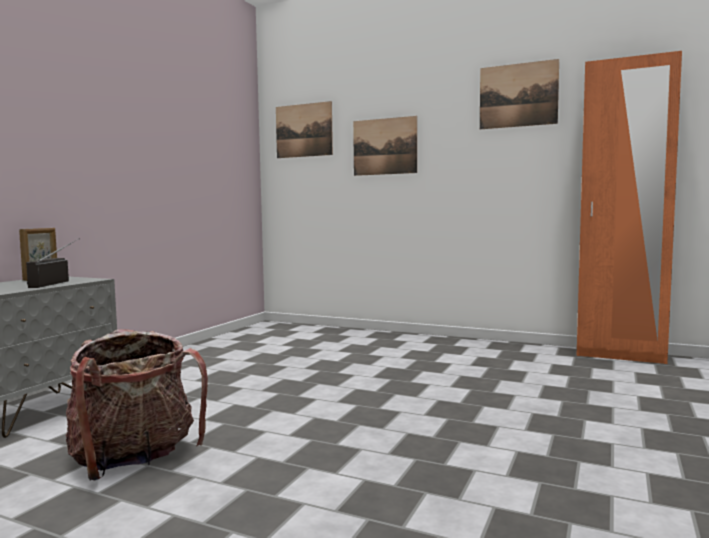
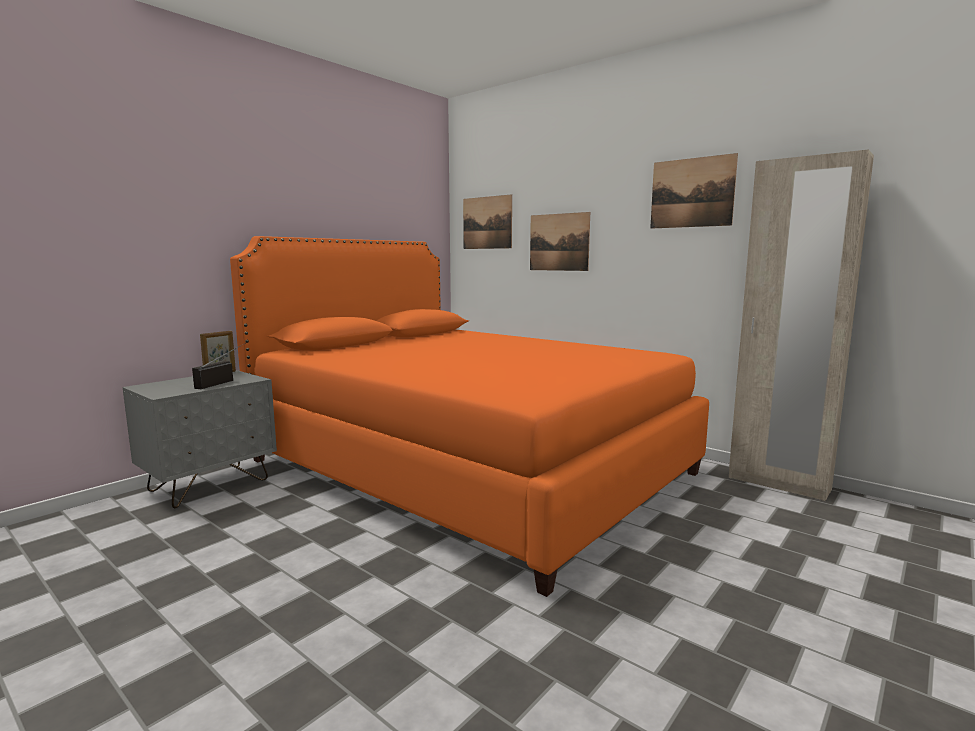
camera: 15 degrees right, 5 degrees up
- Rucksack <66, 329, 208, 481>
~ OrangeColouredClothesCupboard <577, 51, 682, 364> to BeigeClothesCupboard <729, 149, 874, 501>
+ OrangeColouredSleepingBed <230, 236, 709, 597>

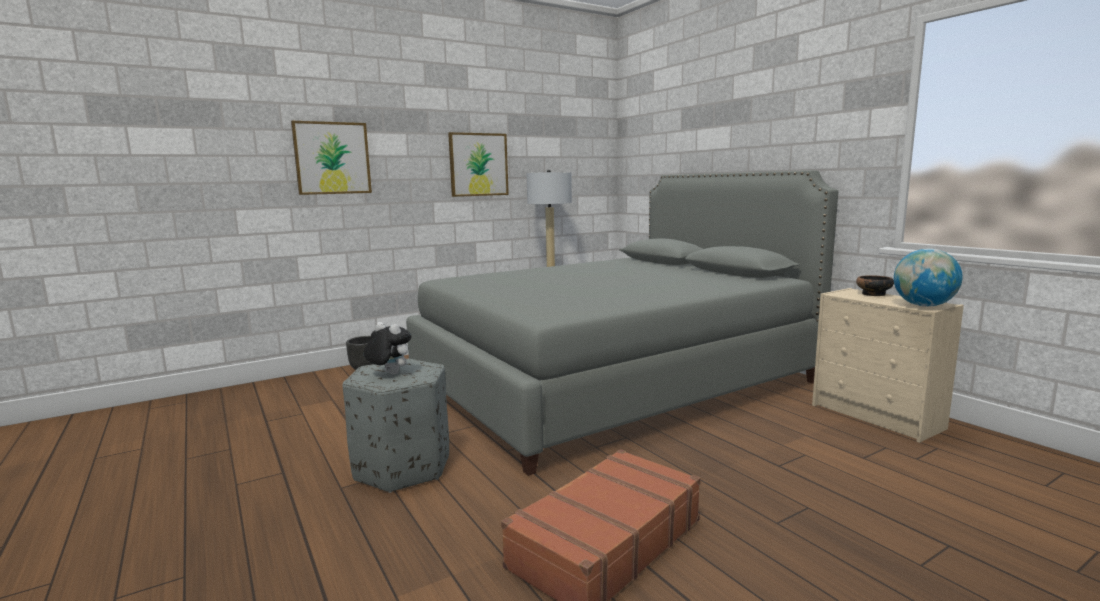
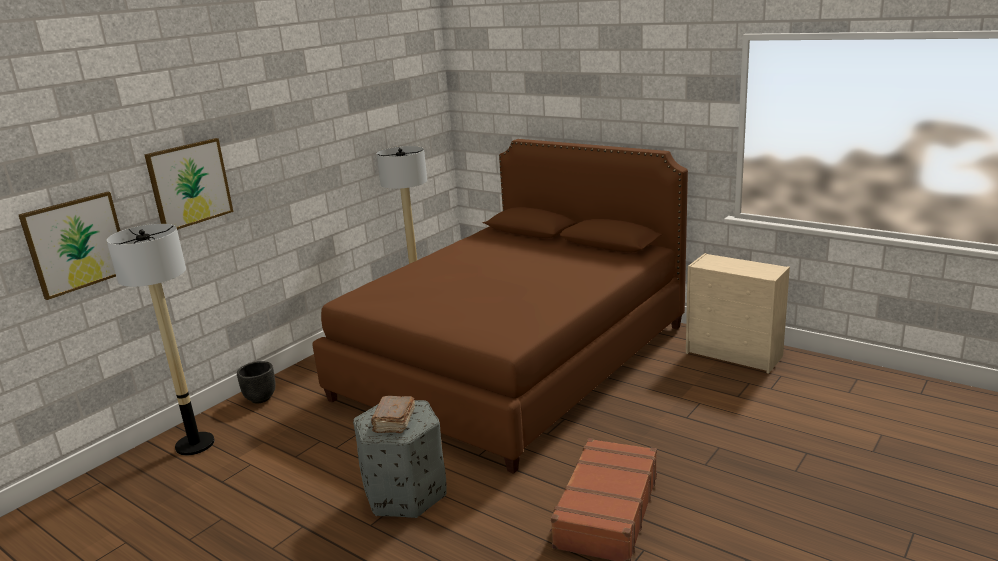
camera: 20 degrees left, 10 degrees up
~ CuddlyToy <364, 322, 412, 374> to BrownishBook <371, 396, 415, 433>
~ GreySleepingBed <406, 170, 838, 476> to BrownishSleepingBed <312, 139, 688, 474>
~ WallPicture <448, 132, 509, 197> to <19, 192, 120, 300>
- ServingBowl <856, 275, 894, 296>
- DeskGlobe <894, 249, 963, 307>
+ StandingLamp <107, 224, 215, 455>

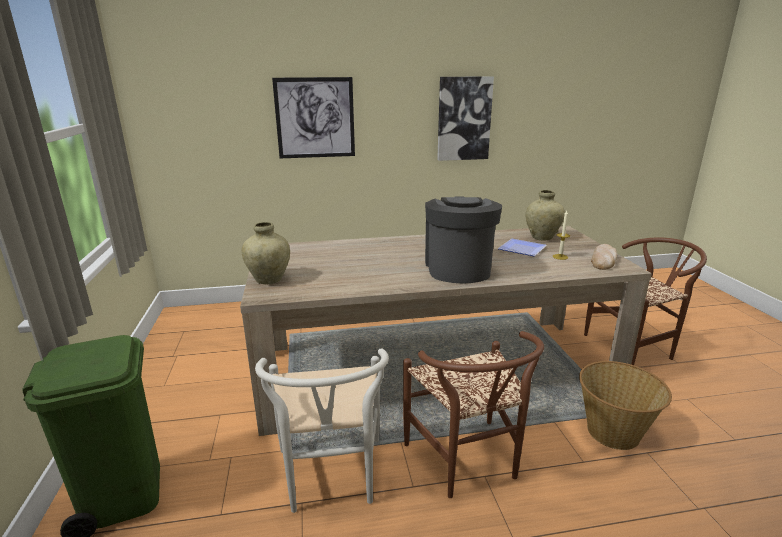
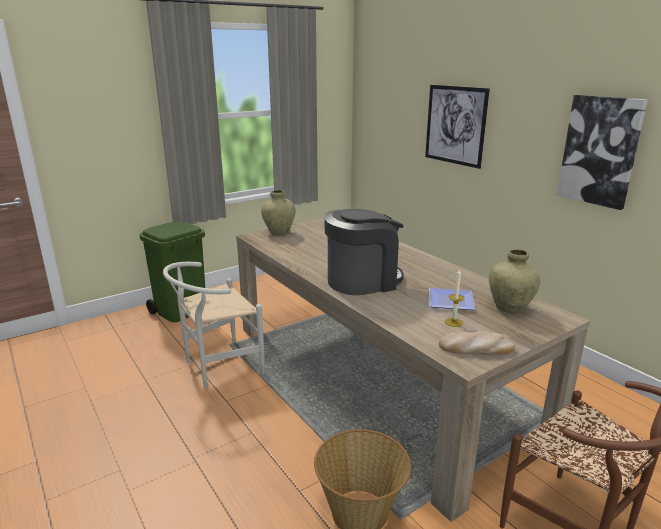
camera: 65 degrees right, 0 degrees up
- BrownishPlainChair <403, 331, 544, 498>

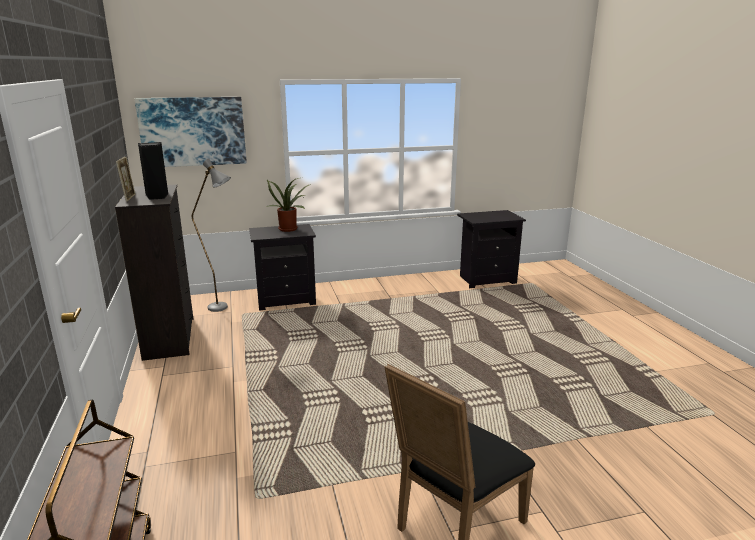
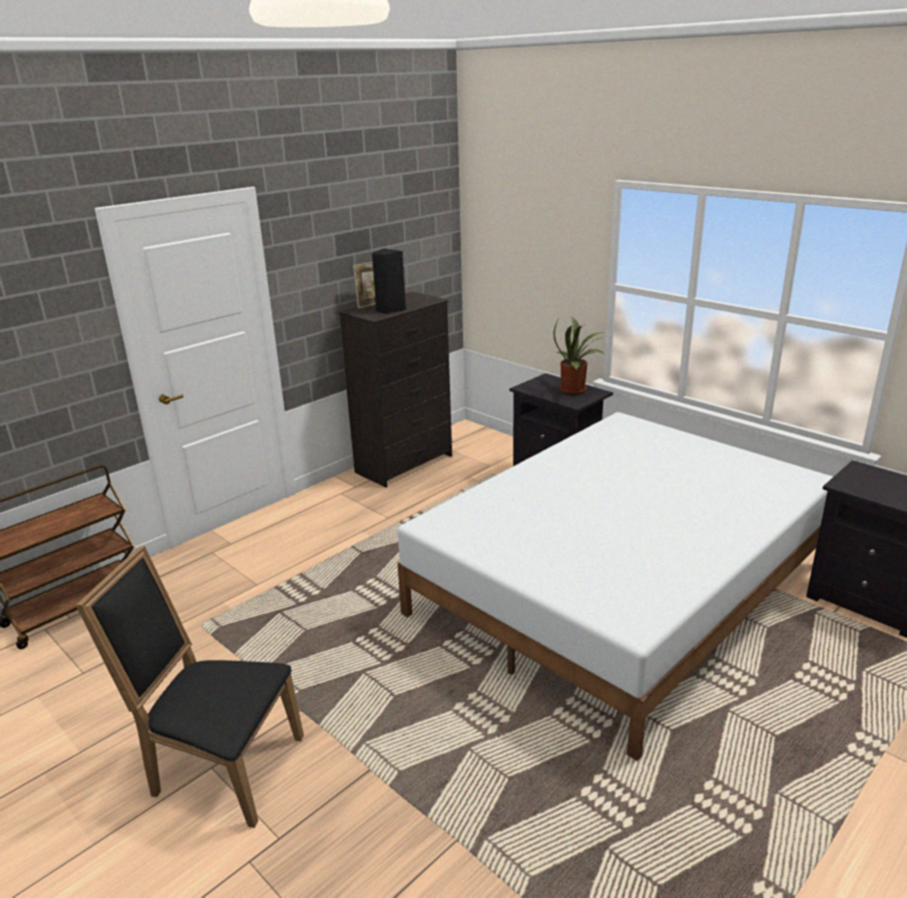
camera: 60 degrees right, 5 degrees up
- WallPicture <135, 97, 247, 167>
- GreyStandingLamp <192, 158, 231, 312>
+ WhitishSleepingBed <397, 412, 833, 761>

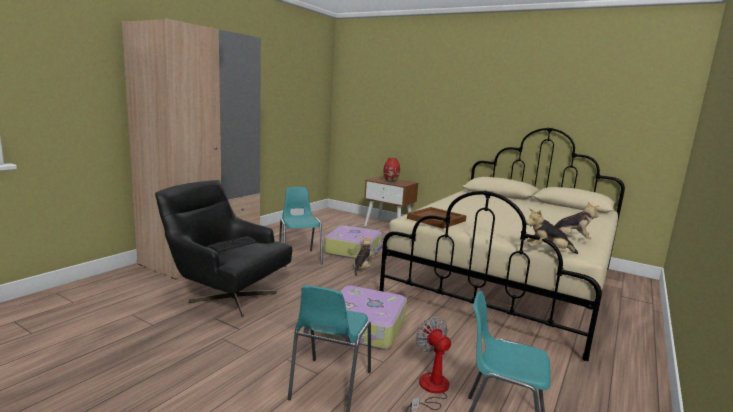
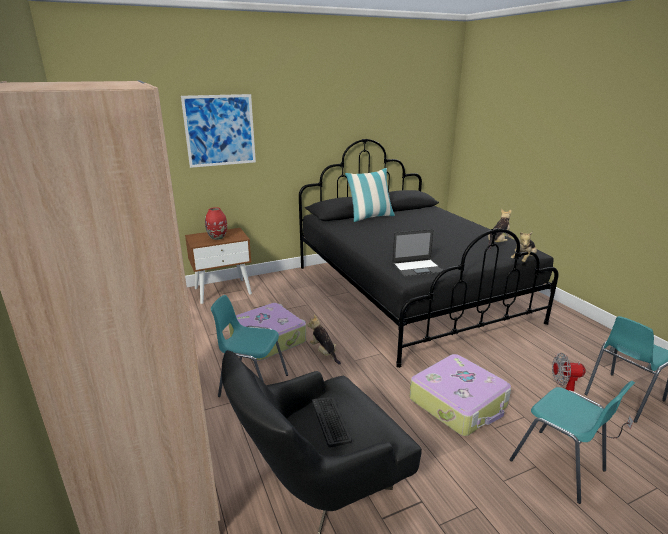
camera: 55 degrees left, 10 degrees up
~ BeigeSleepingBed <379, 127, 625, 361> to BlackColouredSleepingBed <299, 139, 559, 368>
~ BrownishCarryingTray <407, 207, 466, 229> to PortableComputer <392, 229, 443, 278>
+ WallPicture <181, 94, 256, 168>
+ Pillow <345, 168, 395, 222>

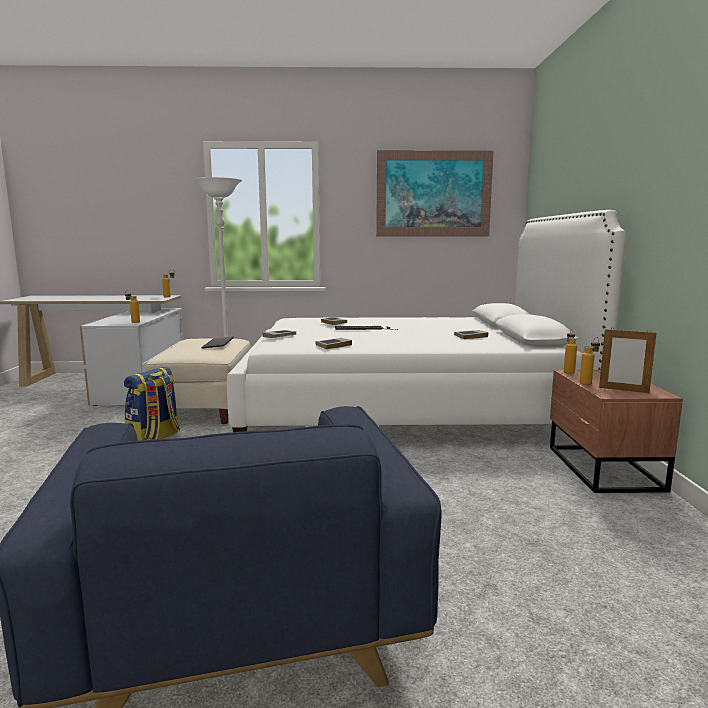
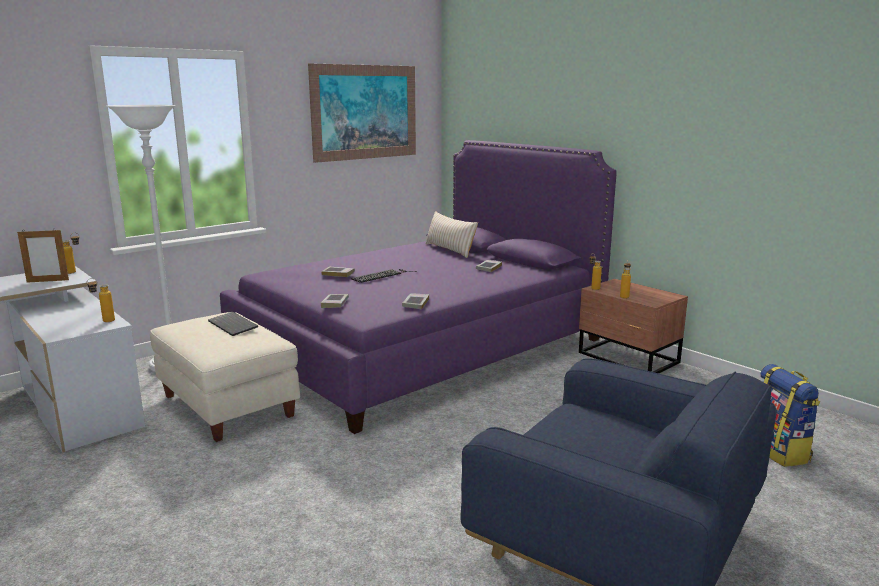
camera: 40 degrees left, 5 degrees up
~ Rucksack <124, 367, 180, 441> to <760, 364, 820, 467>
~ WhitishSleepingBed <227, 210, 627, 432> to PurplishSleepingBed <220, 140, 617, 434>
~ PhotoFrame <599, 328, 657, 393> to <17, 230, 69, 283>
+ BeigePillow <425, 211, 478, 258>

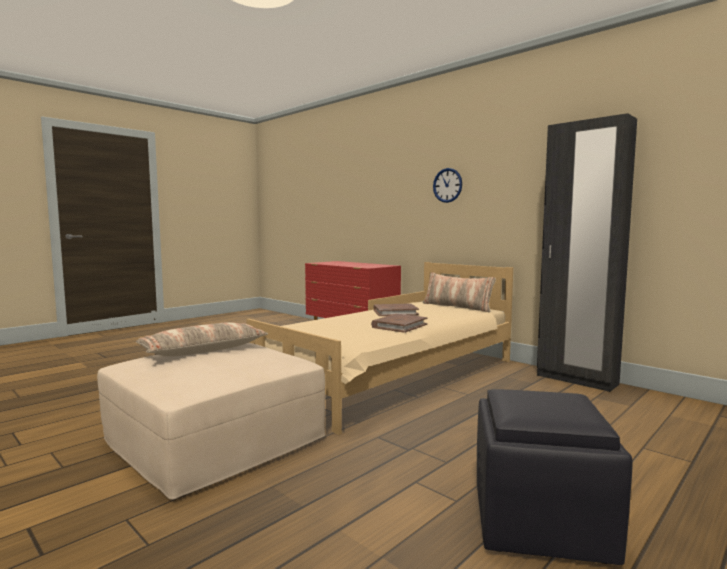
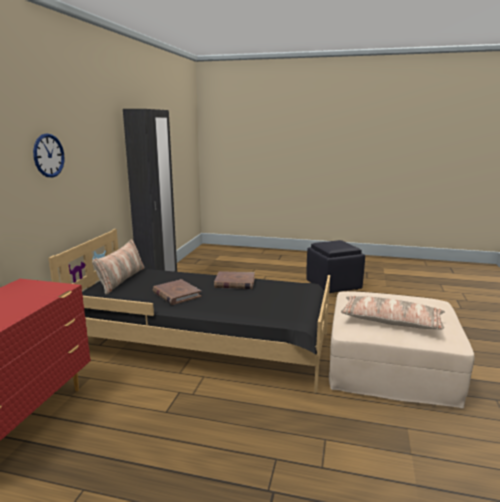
camera: 120 degrees left, 10 degrees up
~ BeigeSleepingBed <246, 262, 513, 435> to BlackColouredSleepingBed <48, 229, 330, 393>

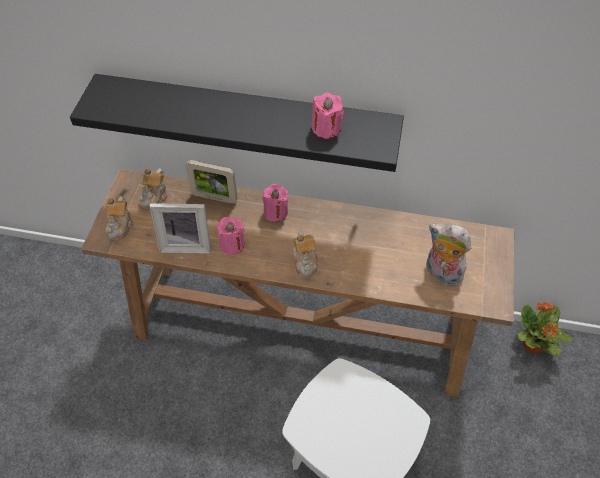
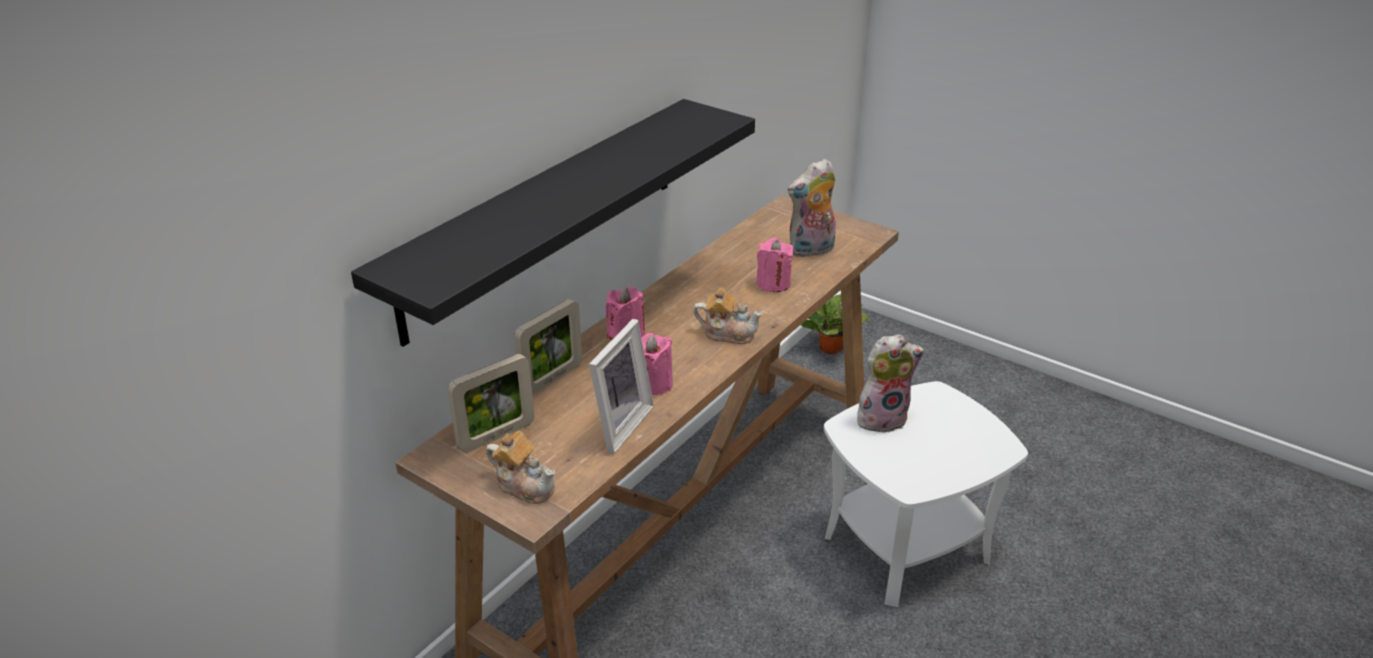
camera: 65 degrees left, 20 degrees down
~ Teapot <138, 168, 168, 210> to PhotoFrame <448, 354, 534, 453>
~ PinkishCandle <312, 92, 344, 139> to <756, 238, 793, 292>
+ CuddlyToy <857, 334, 924, 433>

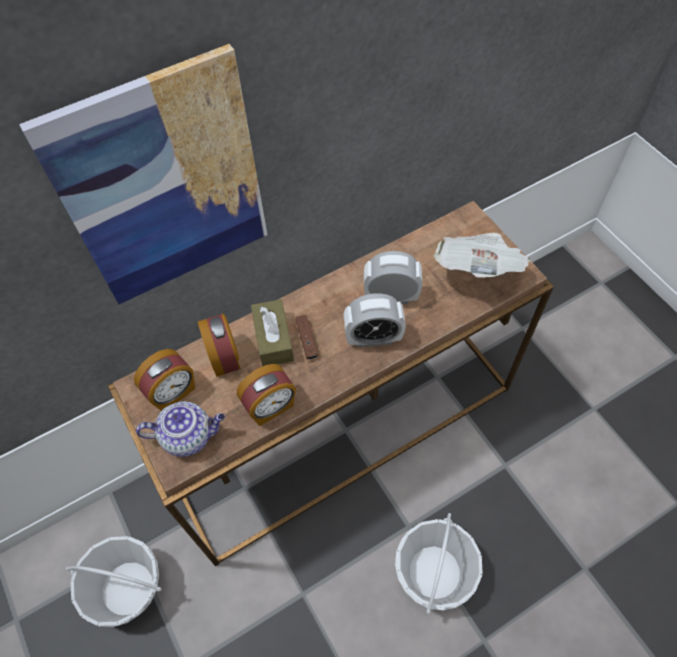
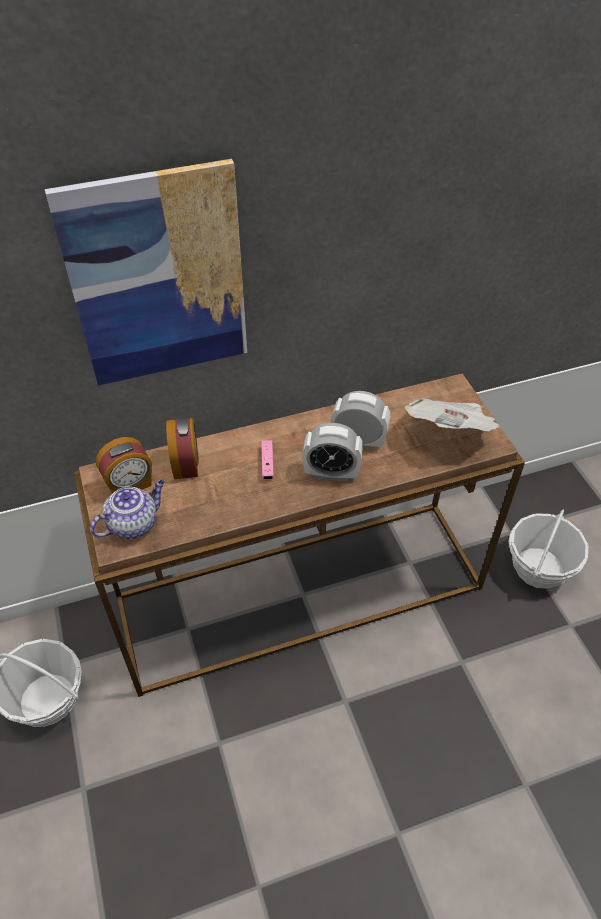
camera: 10 degrees right, 10 degrees down
~ Teapot <136, 401, 225, 457> = <90, 480, 165, 539> 45 degrees counterclockwise
- BedsideClock <237, 364, 296, 426>
- BrownishTissueBox <251, 299, 294, 367>
~ BrownishJoypad <296, 315, 318, 360> to PinkishJoypad <261, 440, 274, 480>
~ Basket <395, 513, 483, 614> to <508, 510, 588, 589>

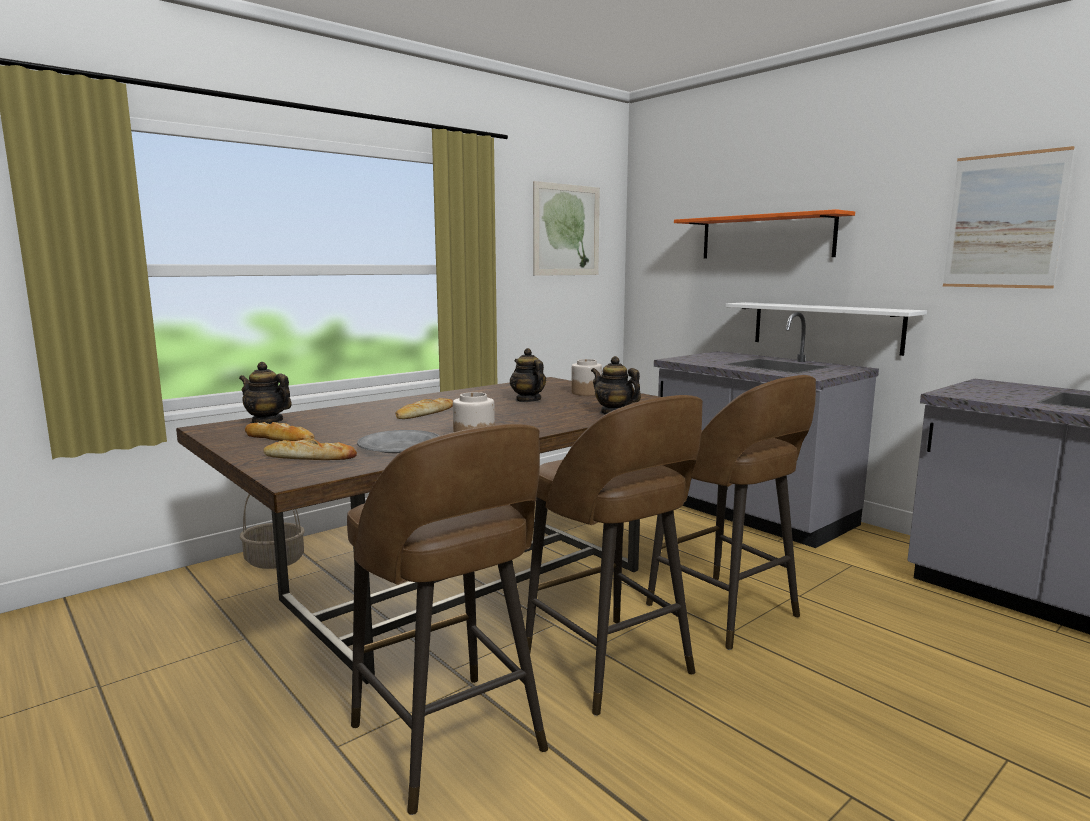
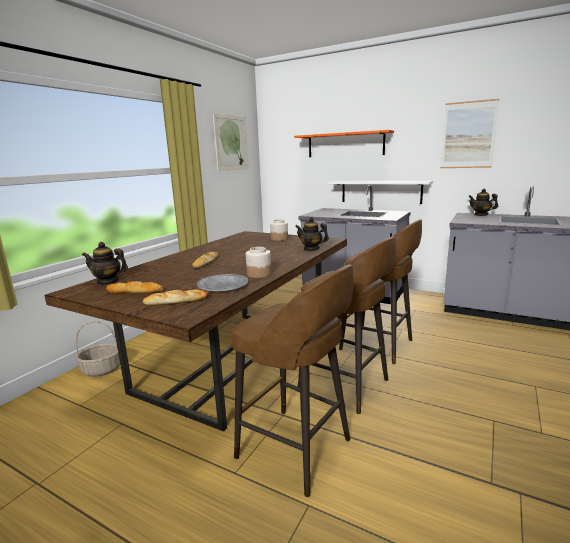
camera: 20 degrees left, 5 degrees up
~ Teapot <510, 348, 546, 402> to <468, 189, 498, 216>

